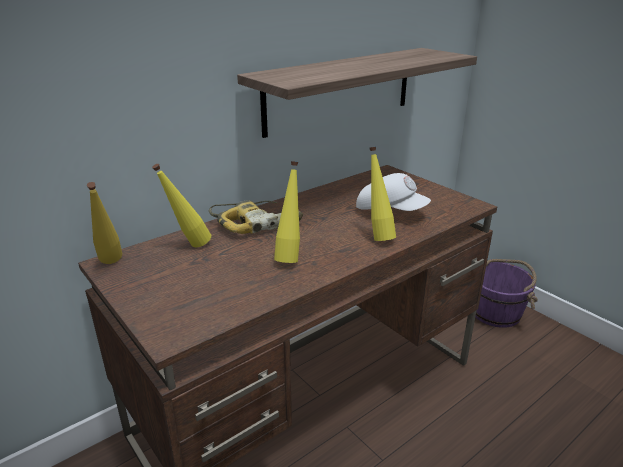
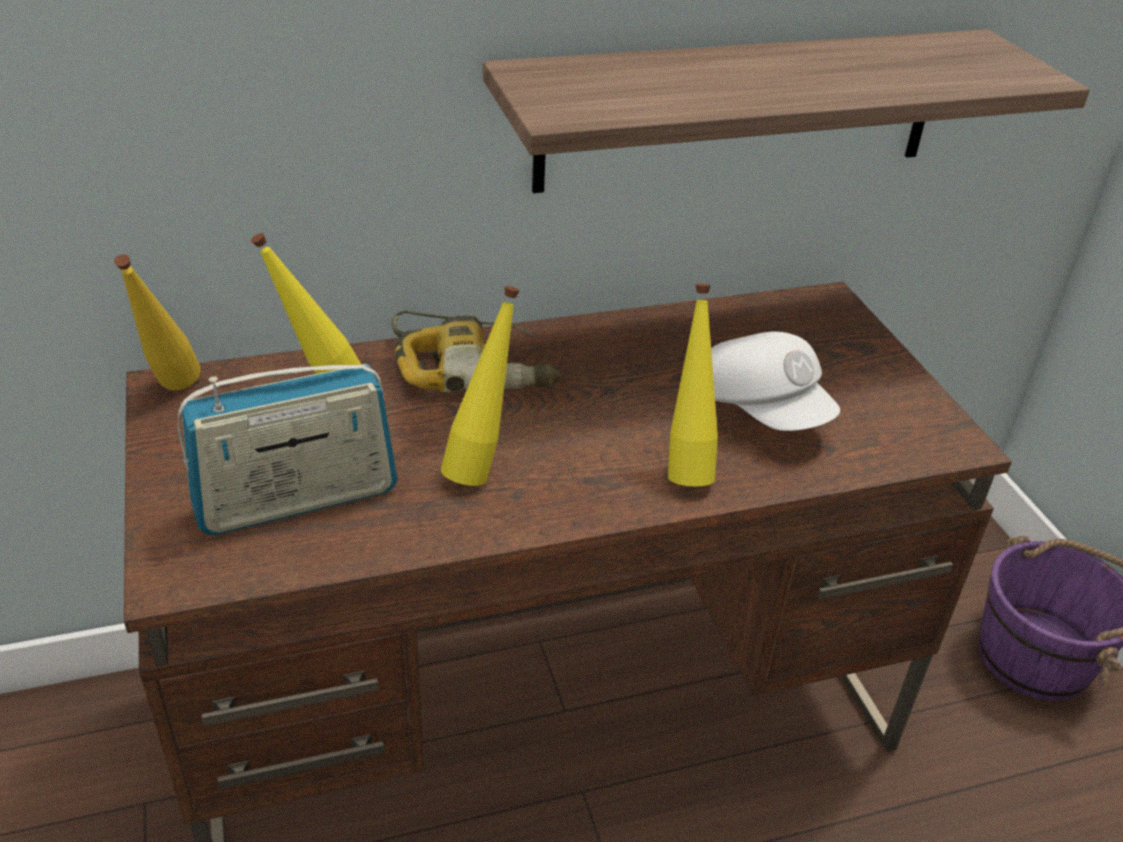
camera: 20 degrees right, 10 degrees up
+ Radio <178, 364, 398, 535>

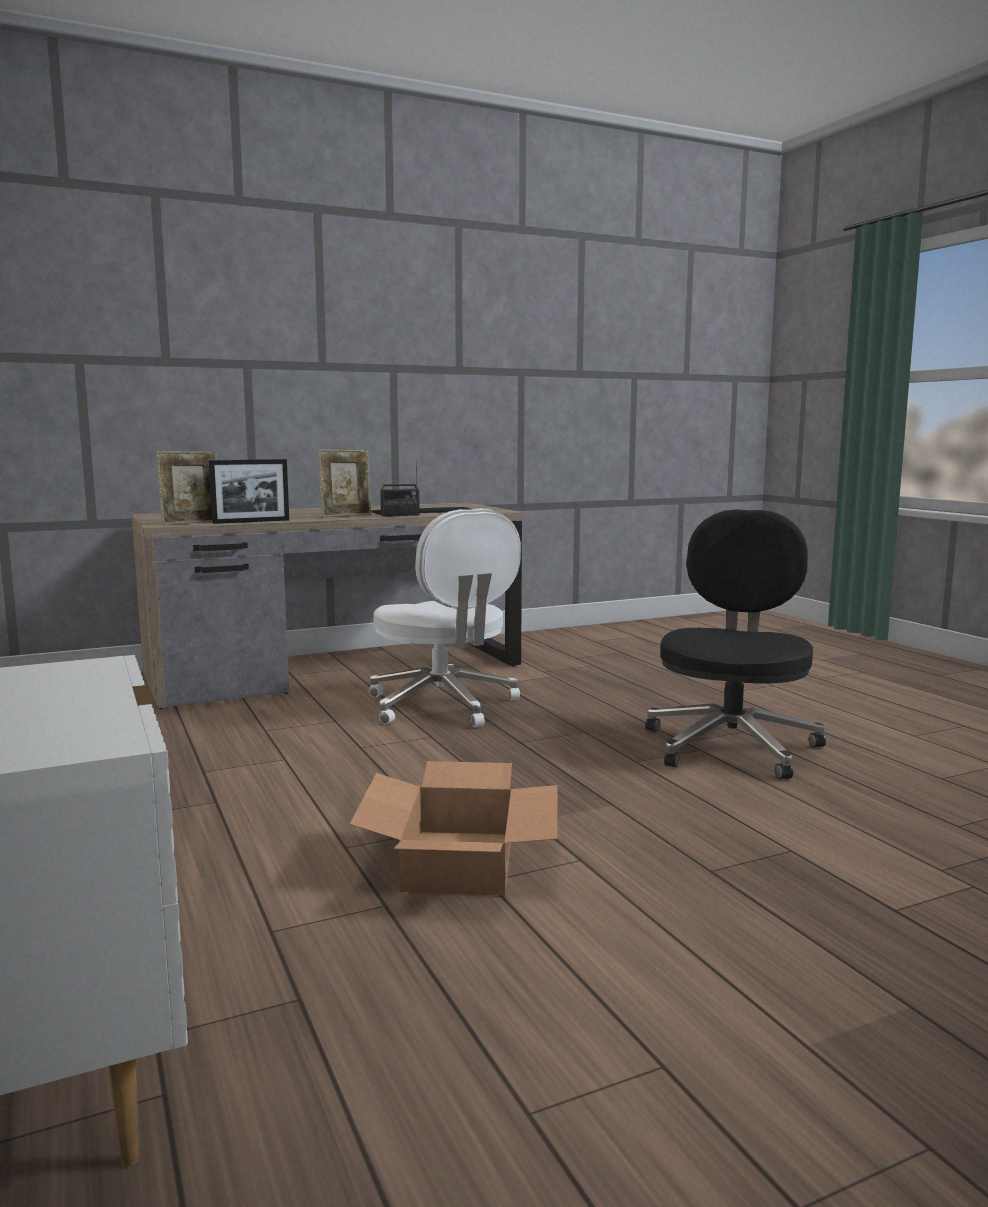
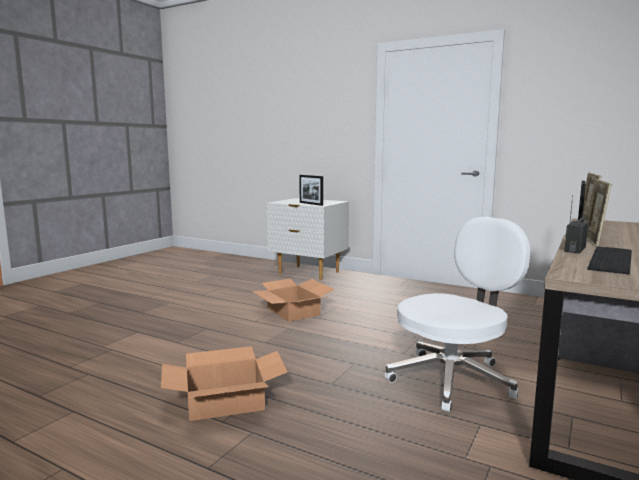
camera: 145 degrees right, 0 degrees up
~ WhitishDeskChair <369, 508, 521, 727> = <385, 217, 530, 412> 120 degrees clockwise
~ BlackColouredDeskChair <645, 509, 826, 779> to CardboardBox <161, 346, 287, 421>
+ PhotoFrame <299, 175, 323, 206>

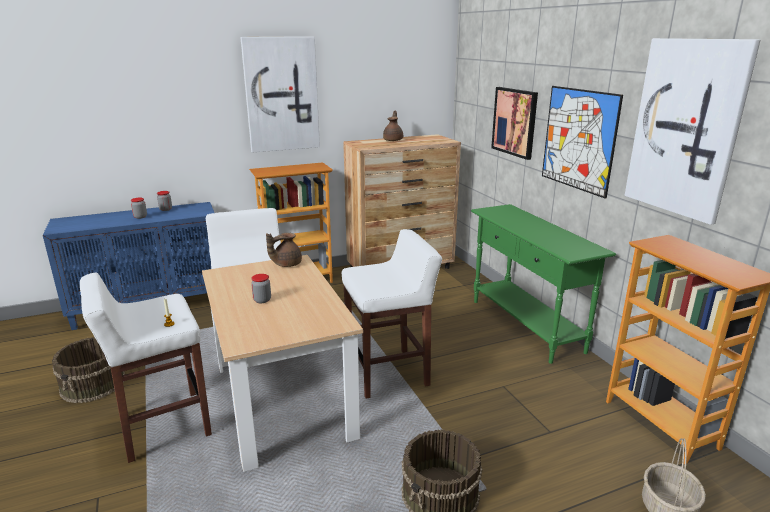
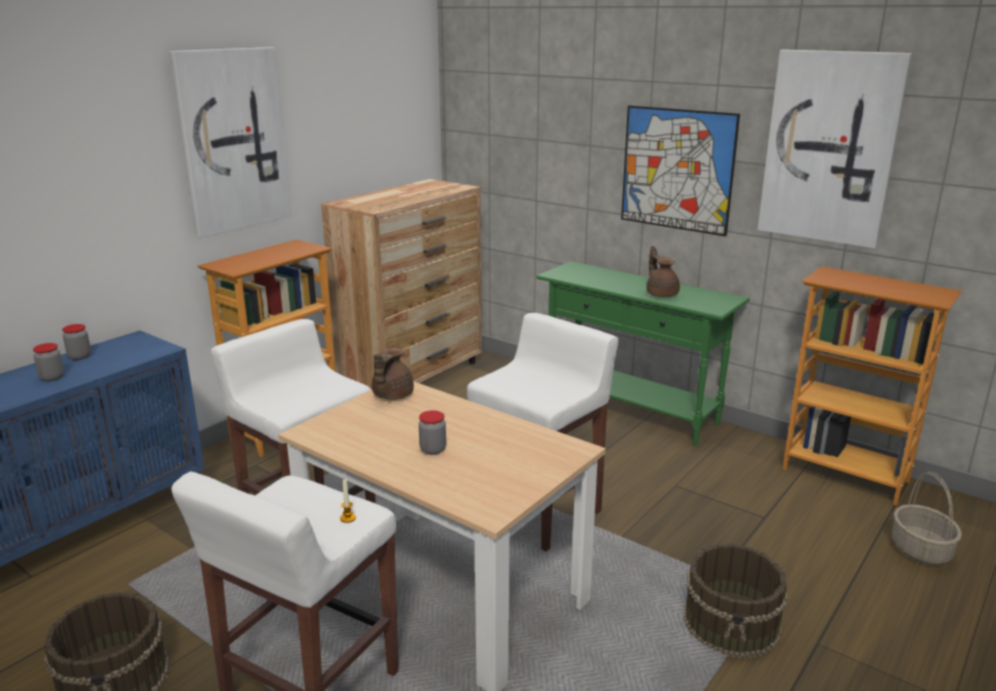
camera: 30 degrees left, 0 degrees up
~ BrownishTeapot <383, 111, 403, 141> to <646, 246, 680, 297>
- WallPicture <491, 87, 538, 160>

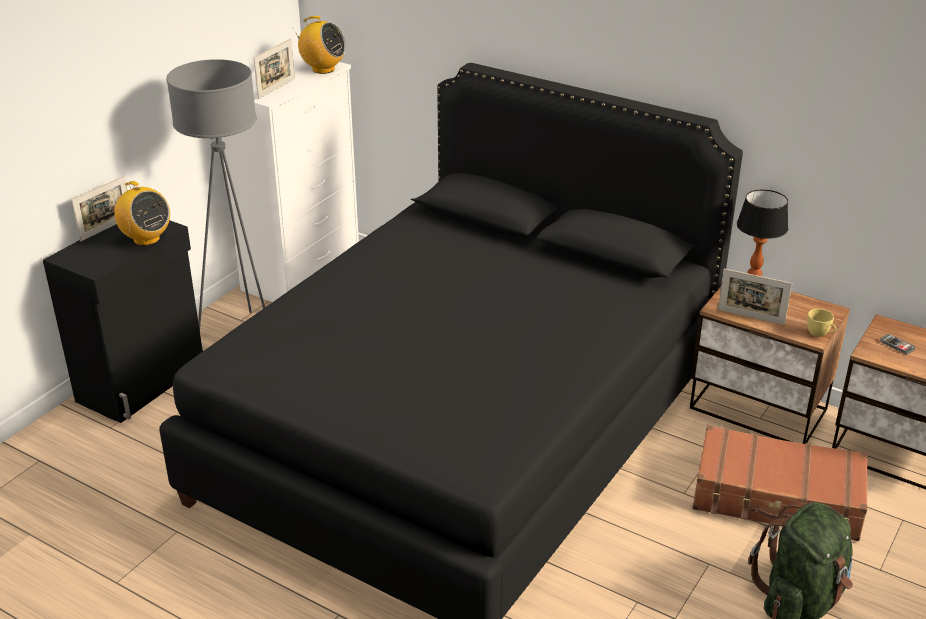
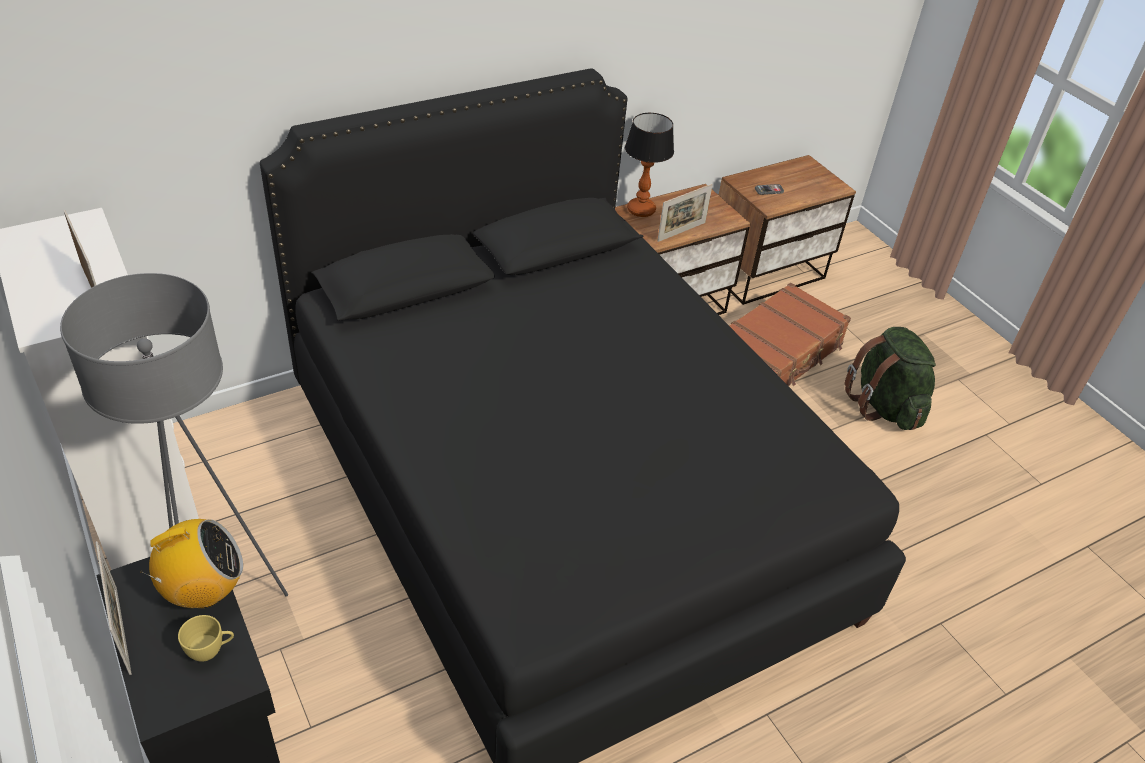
camera: 65 degrees left, 10 degrees up
- Radio <292, 16, 346, 74>
~ YellowishCup <807, 309, 836, 337> to <178, 615, 234, 662>

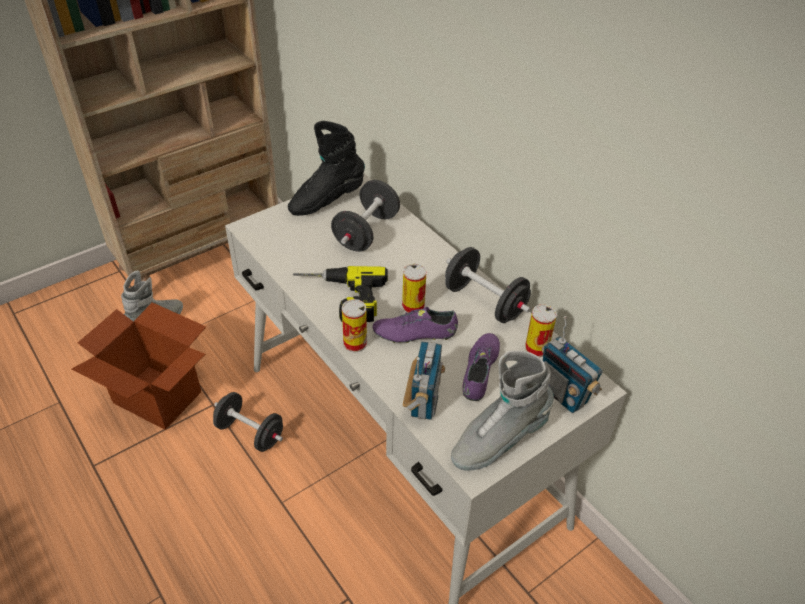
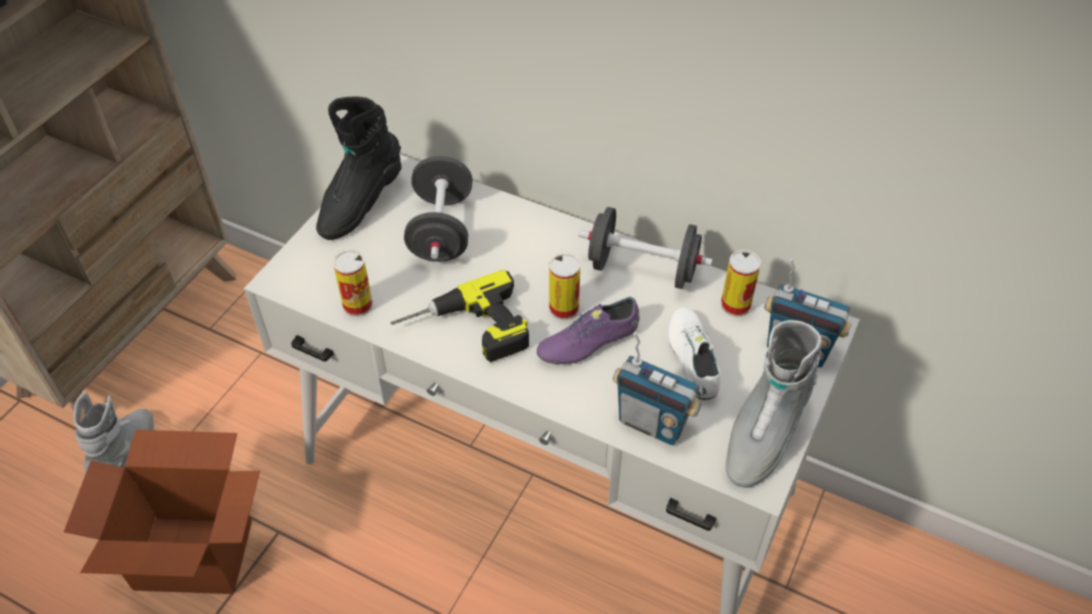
camera: 25 degrees left, 5 degrees up
- BlackColouredDumbbell <213, 392, 283, 452>
~ Can <342, 299, 367, 353> to <333, 250, 373, 317>
~ Radio <403, 341, 445, 420> = <613, 332, 701, 445> 135 degrees clockwise
~ PurplishLowShoe <462, 333, 500, 401> to WhitishLowShoe <668, 307, 721, 400>

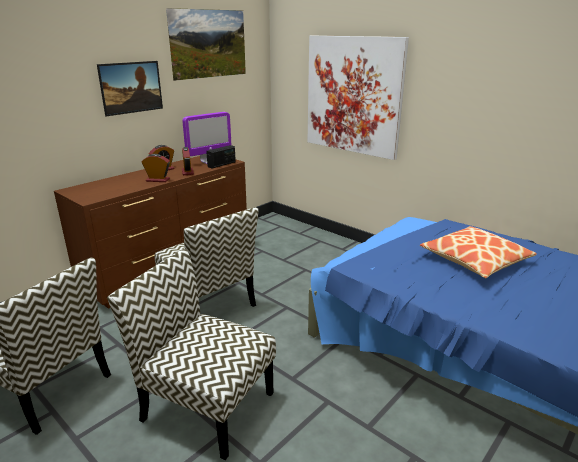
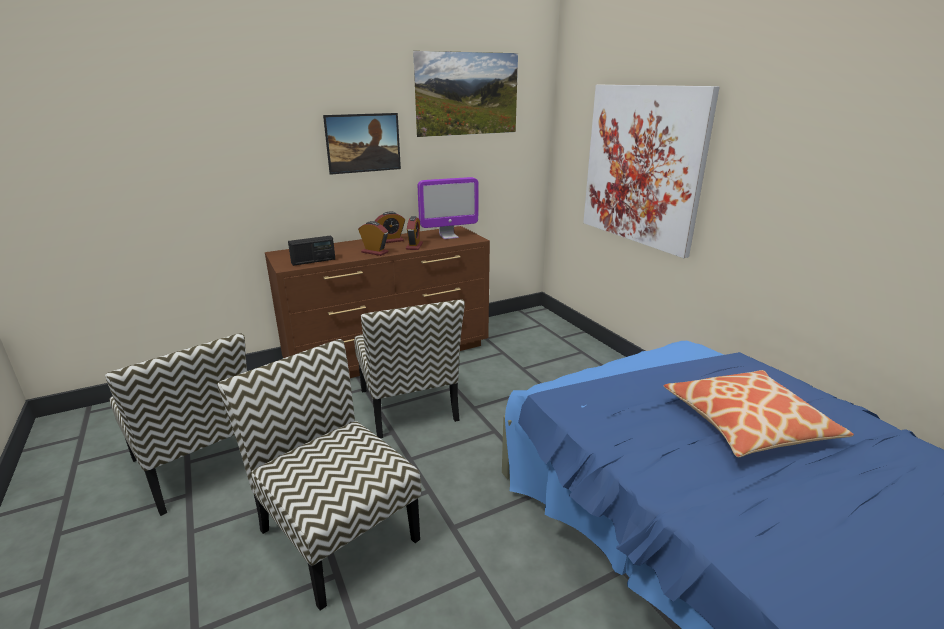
camera: 20 degrees right, 0 degrees up
~ Radio <206, 145, 236, 168> to <288, 235, 335, 266>

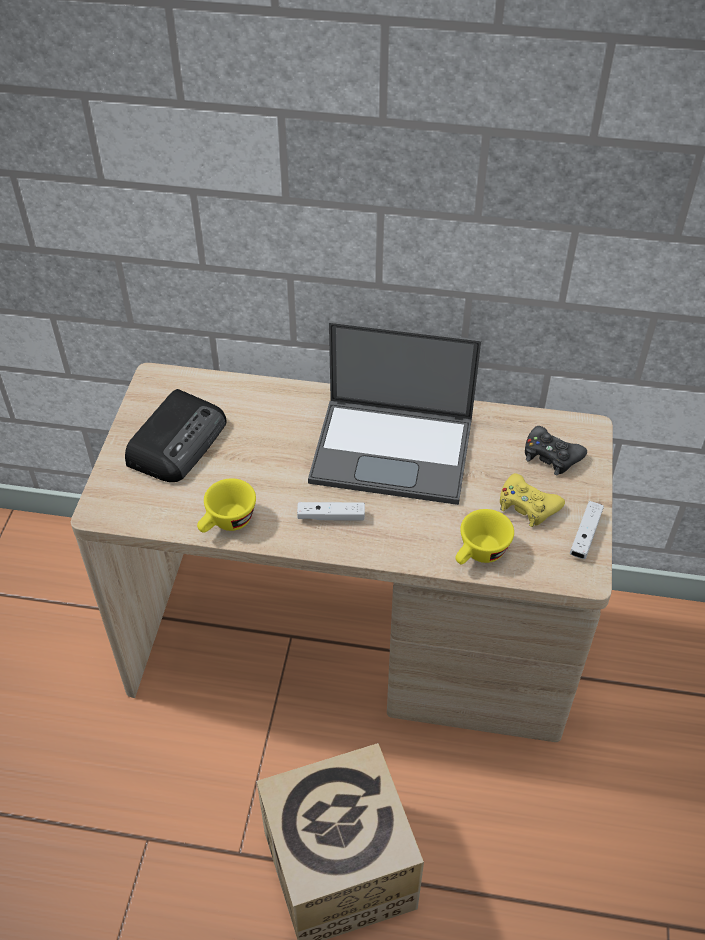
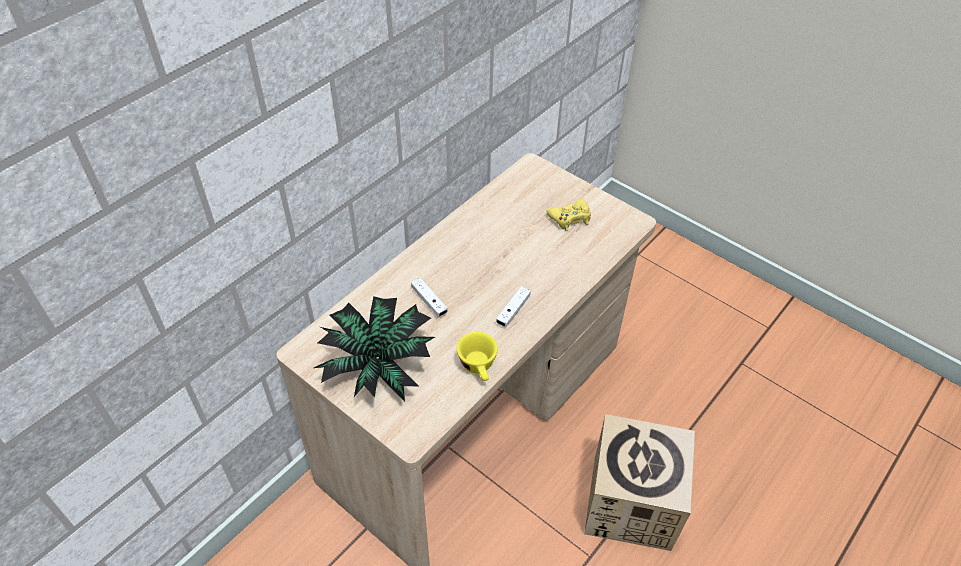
camera: 60 degrees left, 0 degrees up
~ Radio <125, 389, 227, 482> to PlantInAPot <314, 296, 435, 401>
- PortableComputer <308, 321, 481, 505>
- YellowishCup <456, 509, 514, 564>
- BlackColouredJoypad <525, 426, 587, 475>
~ WhitishJoypad <569, 501, 604, 559> to <411, 278, 448, 317>

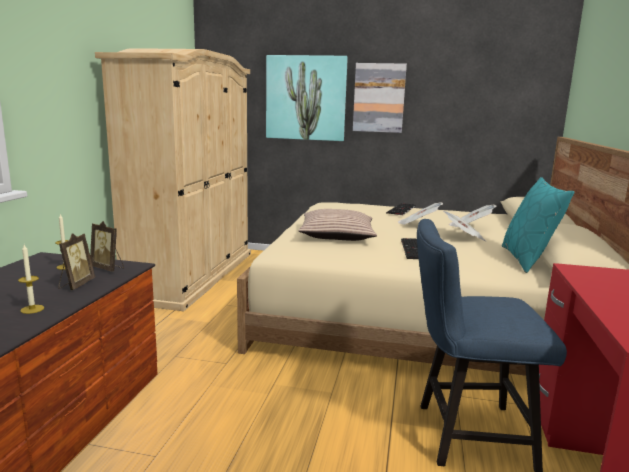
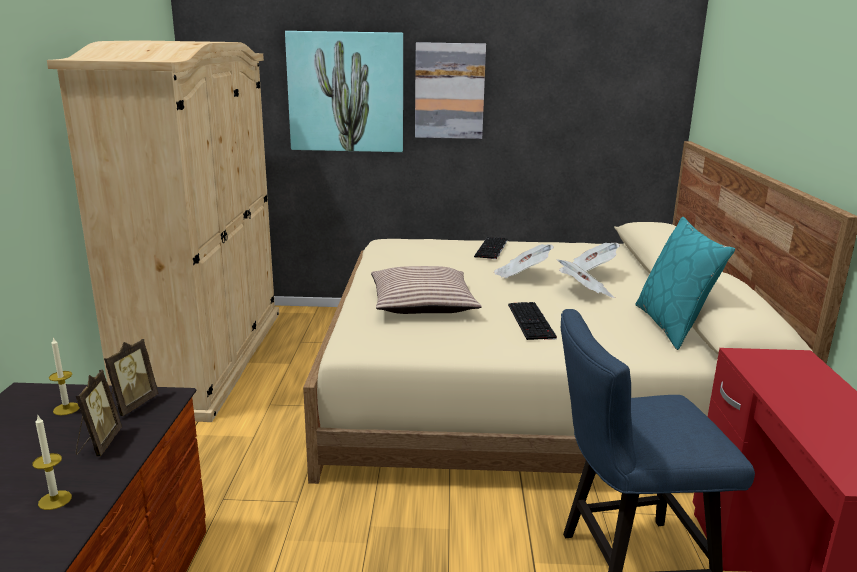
camera: 10 degrees left, 5 degrees up
~ PhotoFrame <90, 221, 124, 272> = <104, 339, 158, 416> 90 degrees counterclockwise

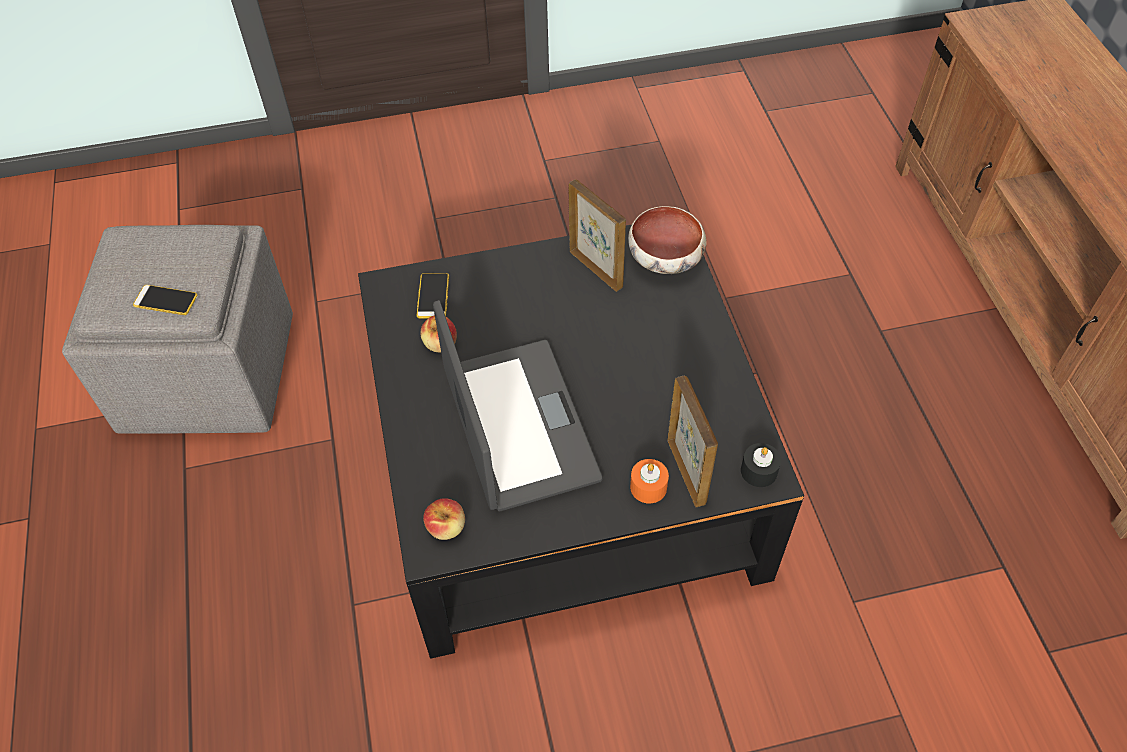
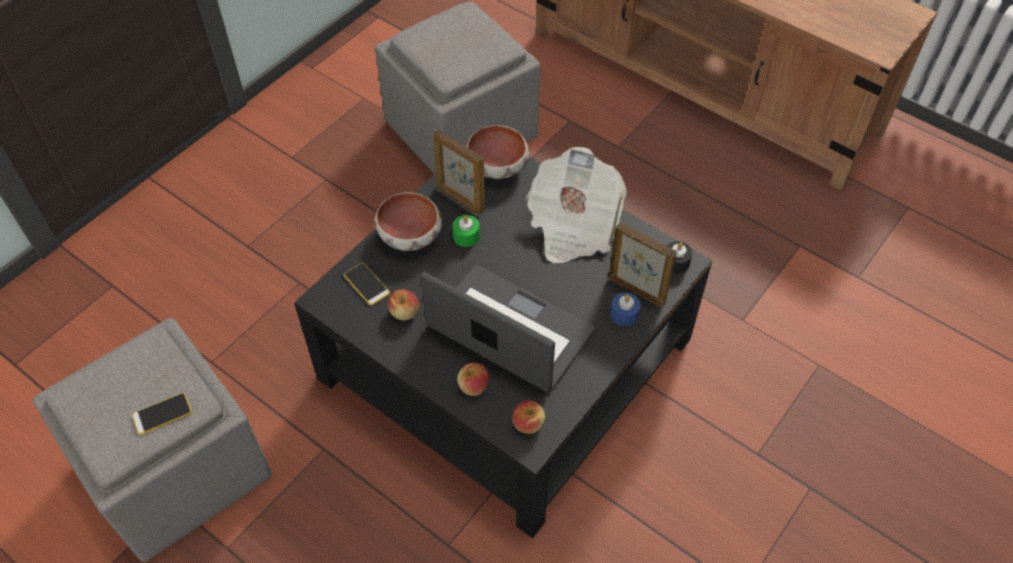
camera: 40 degrees left, 0 degrees up
~ PhotoFrame <569, 179, 626, 292> = <433, 129, 485, 215> 150 degrees counterclockwise
~ OrangeColouredCandle <630, 459, 669, 504> to BluishCandle <610, 292, 641, 326>
+ GreyPouffe <375, 2, 540, 174>
+ ServingBowl <375, 192, 442, 251>
+ GreenishCandle <453, 215, 480, 247>
+ Apple <457, 363, 489, 396>
+ DailyPaper <526, 147, 627, 263>

